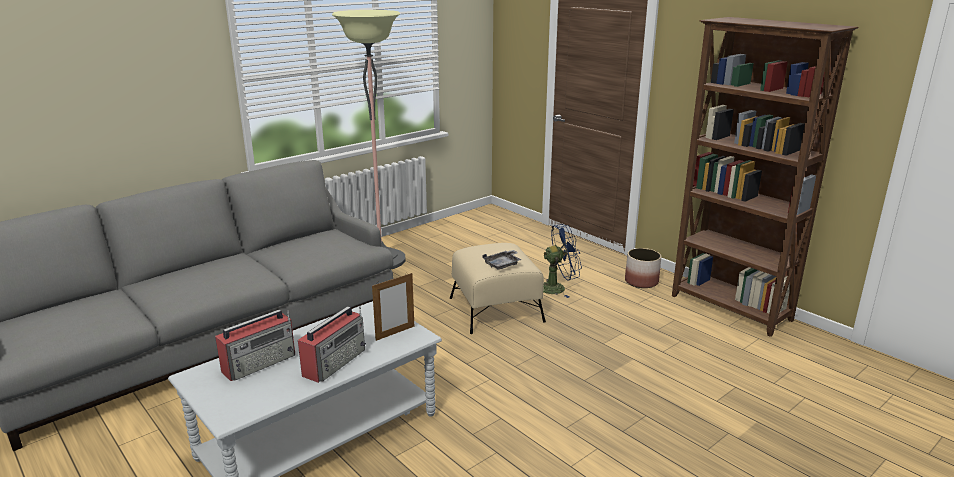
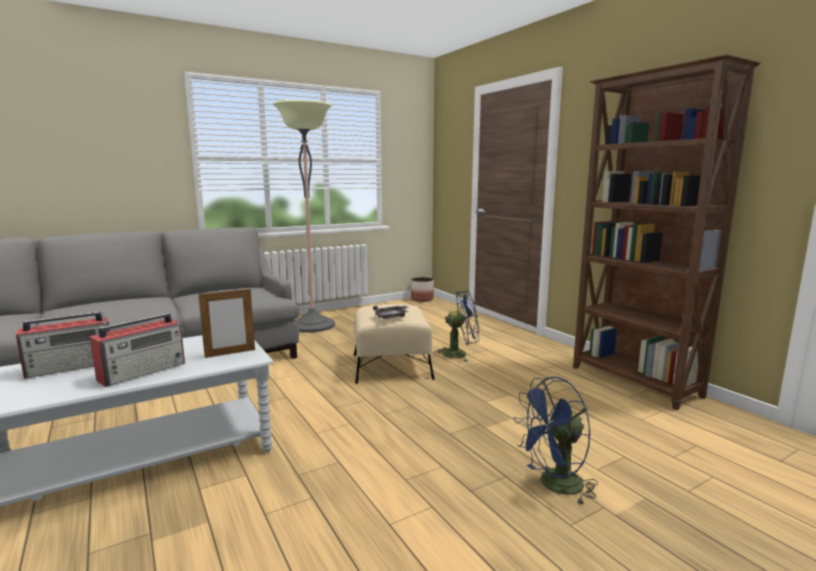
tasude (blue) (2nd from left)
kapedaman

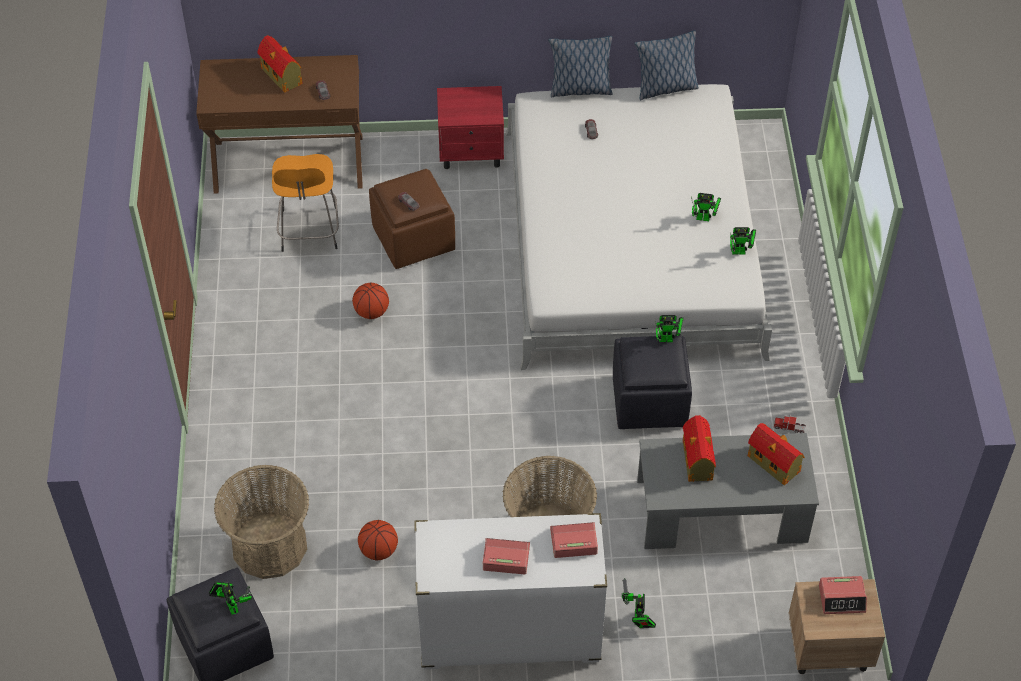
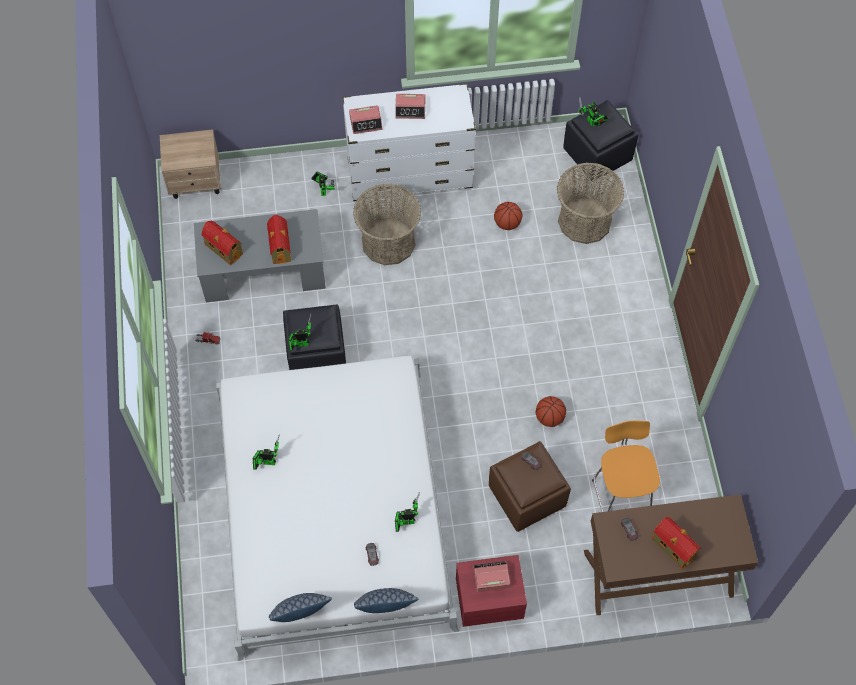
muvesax (4th from left)
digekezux (3rd from left)

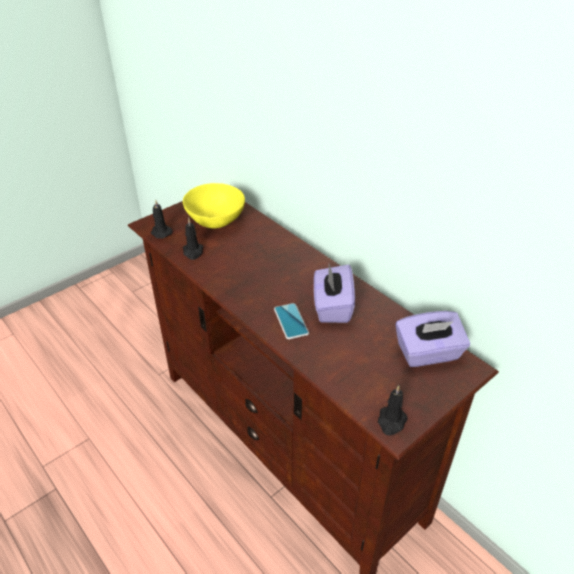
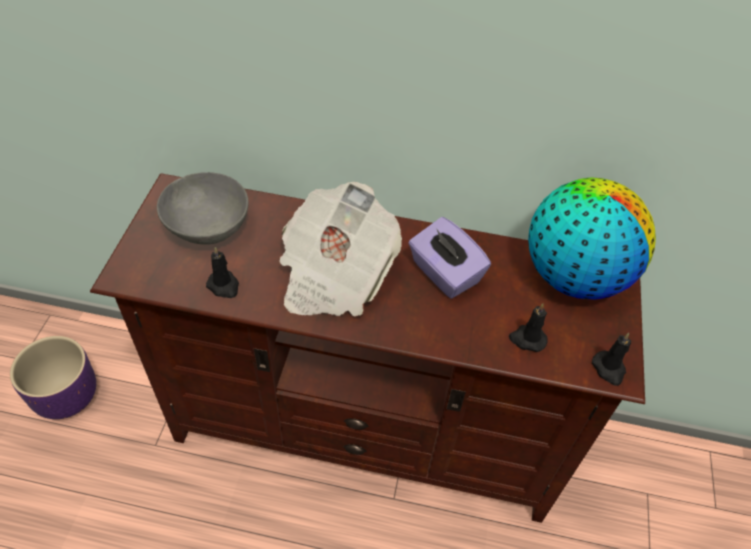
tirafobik
kapedaman (purple)
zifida
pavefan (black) (2nd from left)
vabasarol
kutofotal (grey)

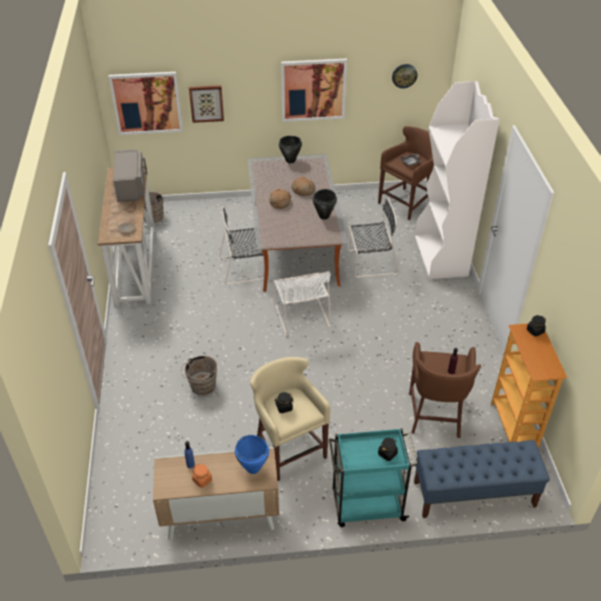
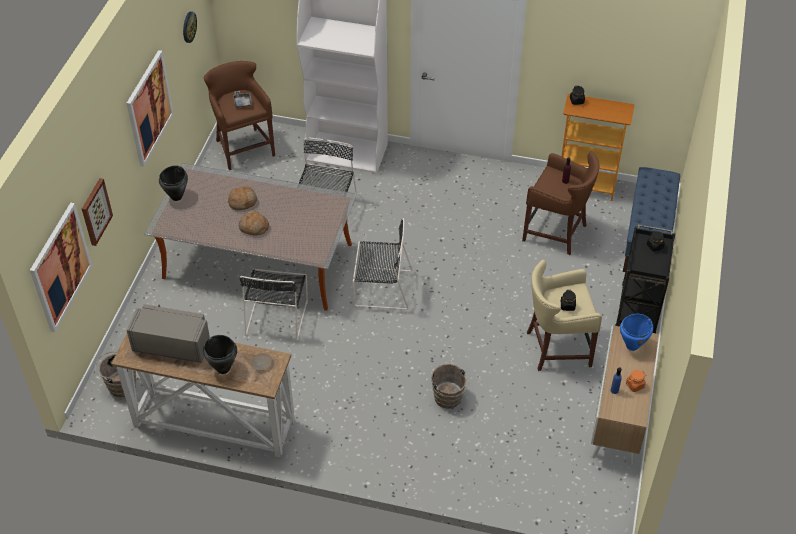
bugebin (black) (2nd from left)
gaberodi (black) (3rd from left)
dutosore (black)

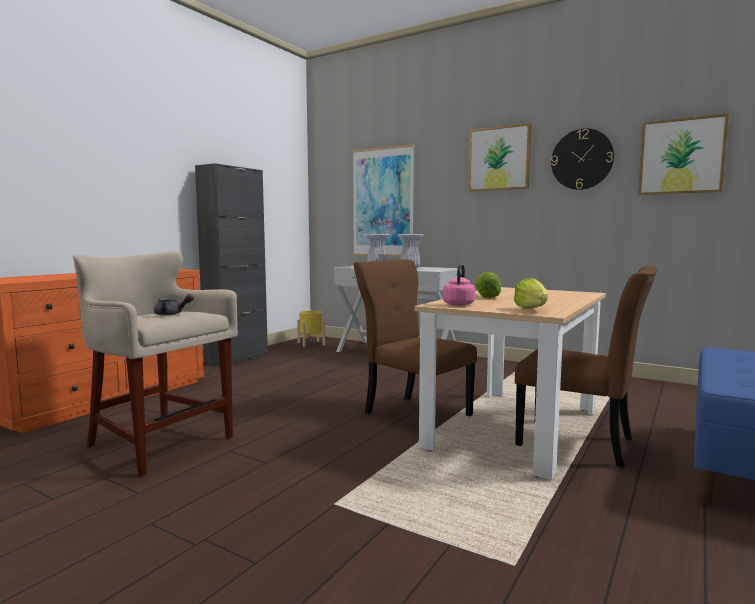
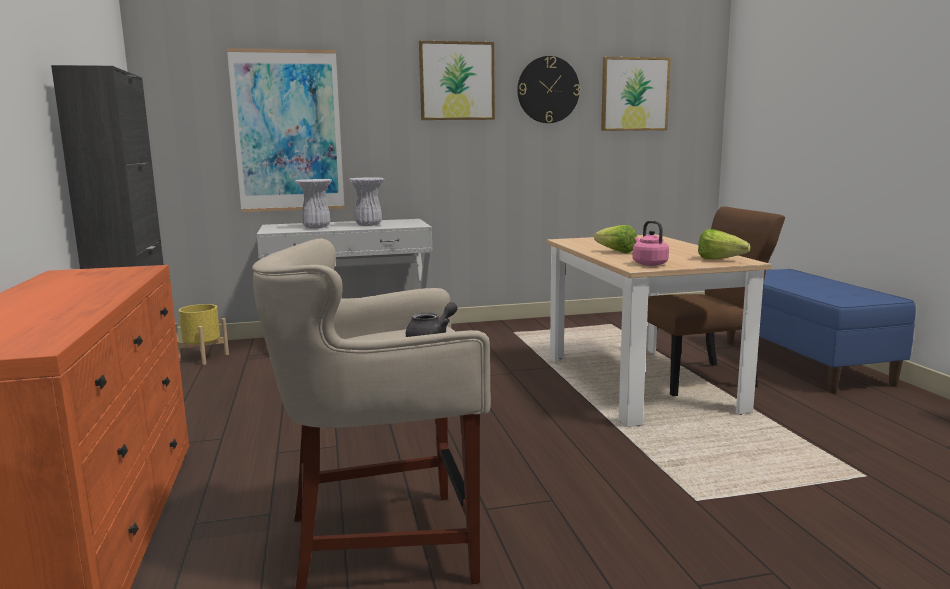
gaberodi (brown) (1st from left in the first image)

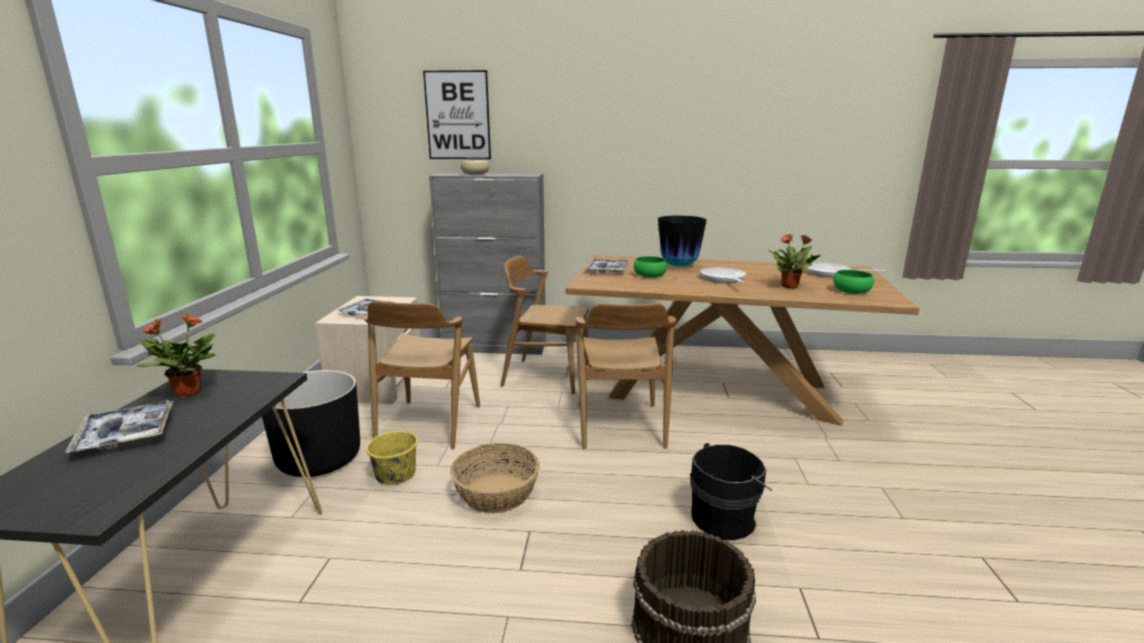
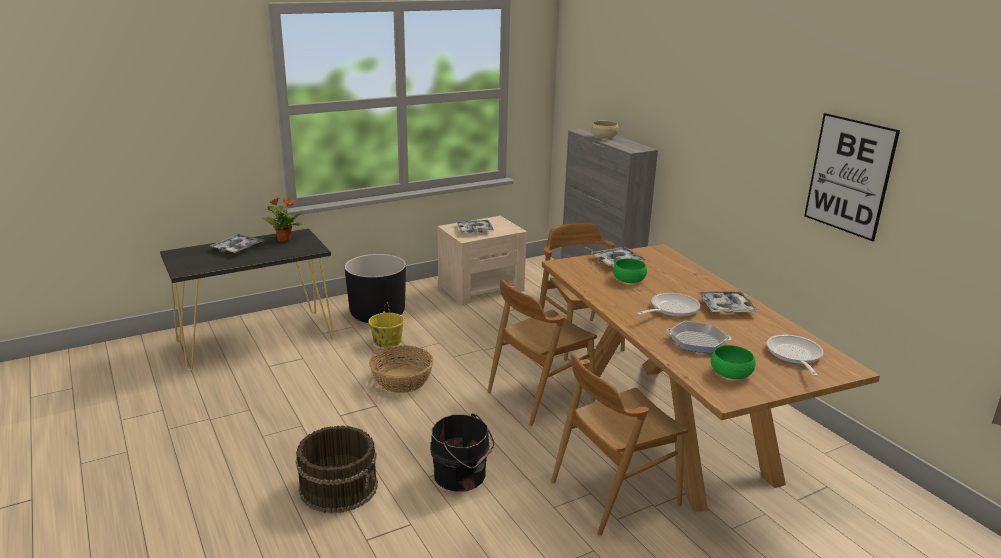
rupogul
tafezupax (4th from left)
gaberodi (brown) (3rd from left)
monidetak
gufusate (2nd from left)

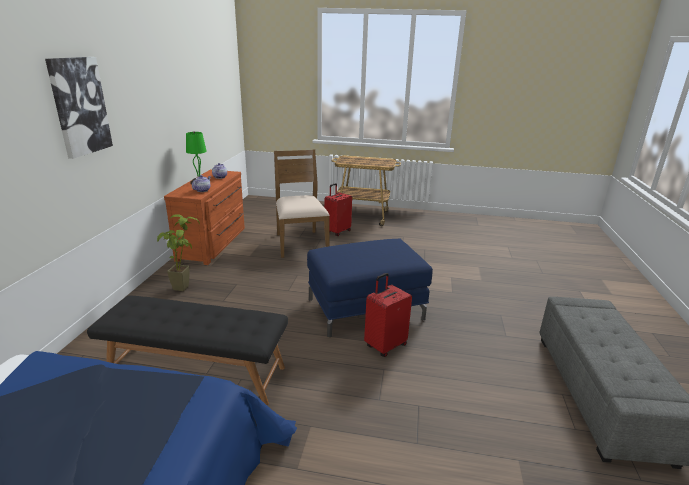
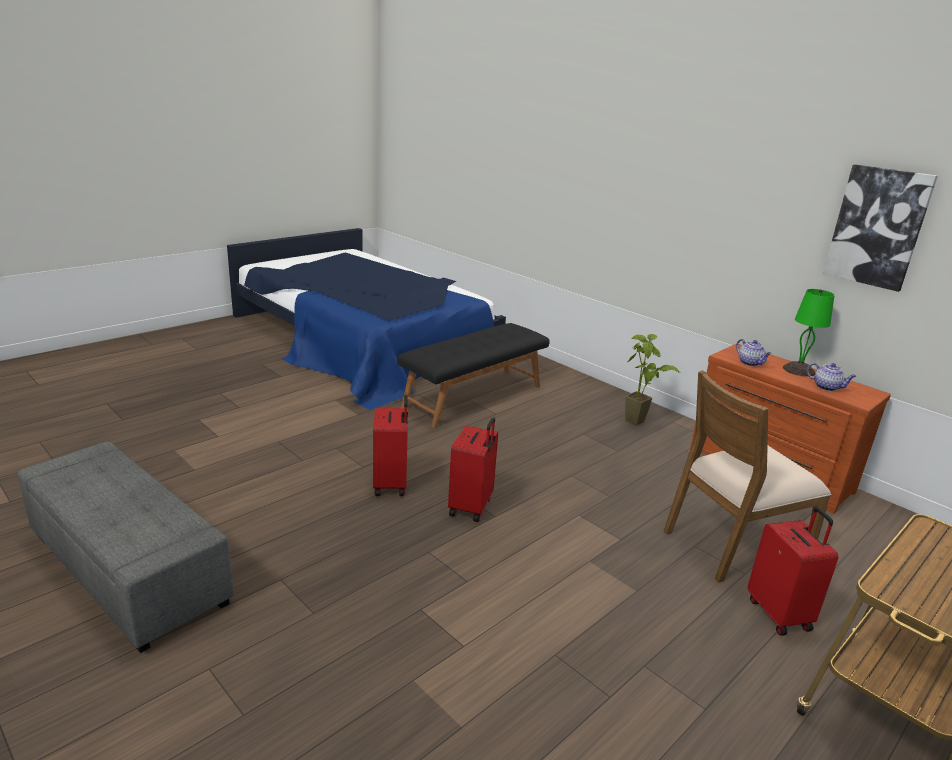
monidetak
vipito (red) (2nd from left)
gaberodi (brown)

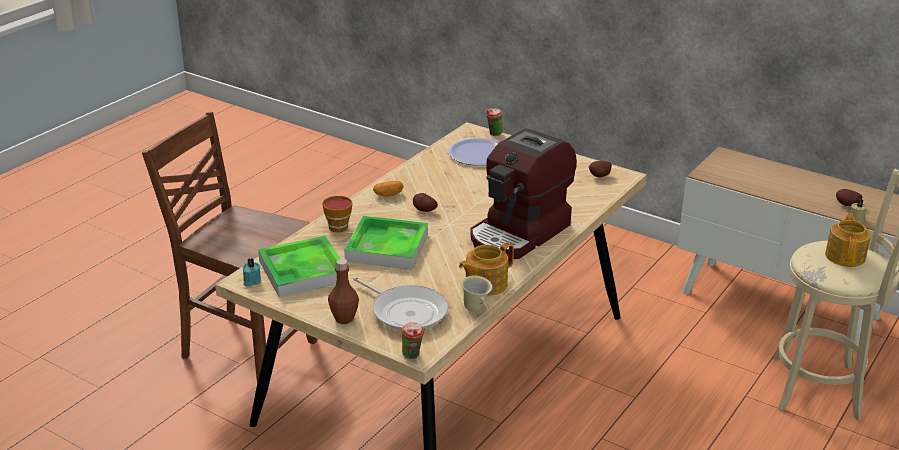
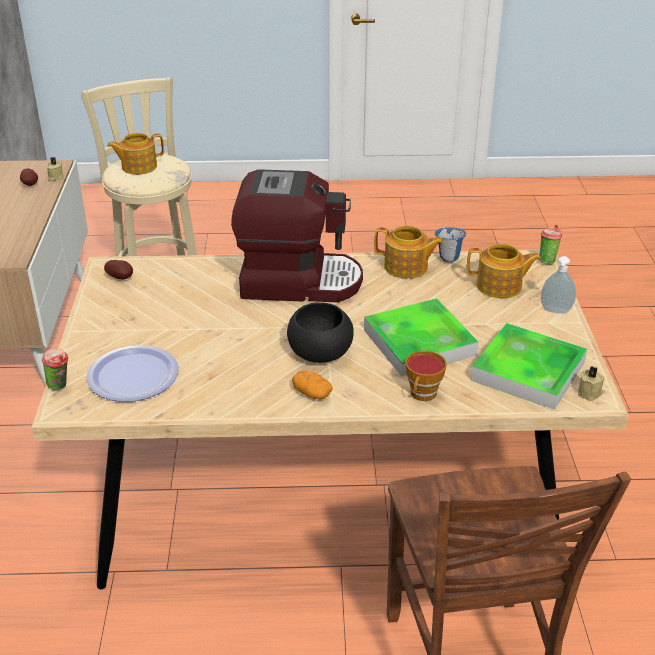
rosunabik
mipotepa (3rd from left)
kutofotal (black)
pavefan (beige) (2nd from left)
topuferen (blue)

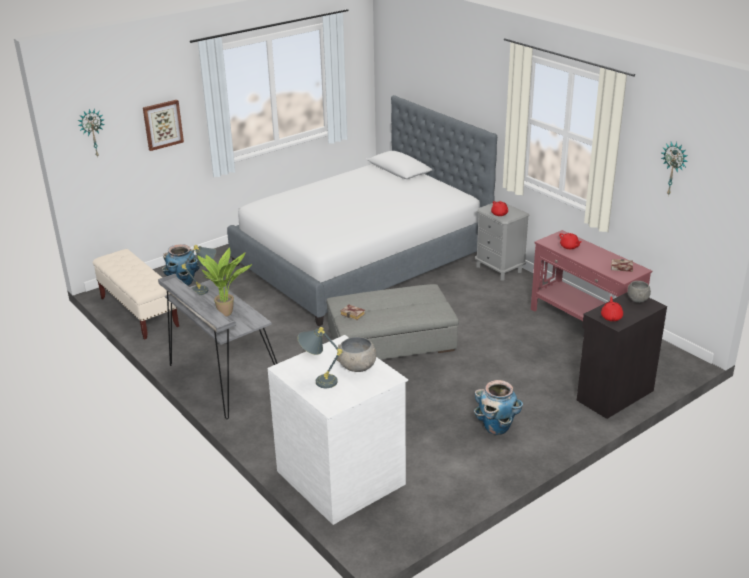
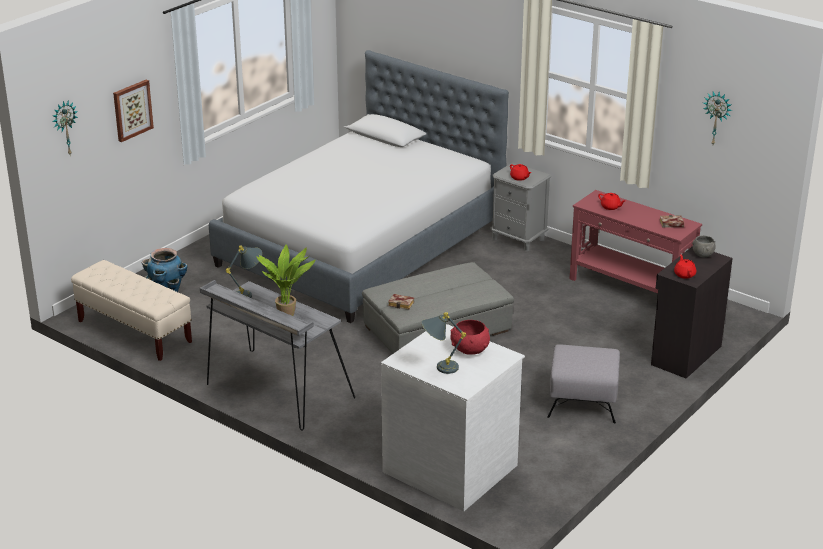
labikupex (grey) (2nd from left)
kutofotal (red)

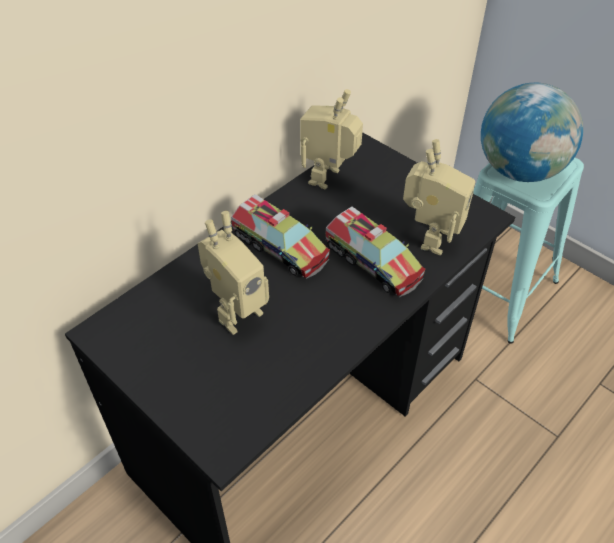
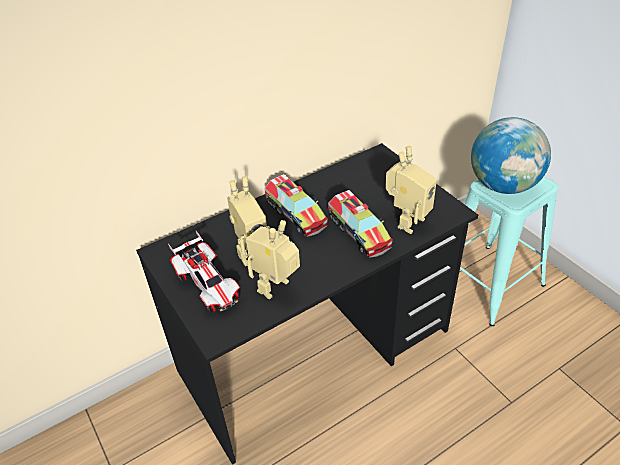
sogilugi
muvesax (2nd from left)

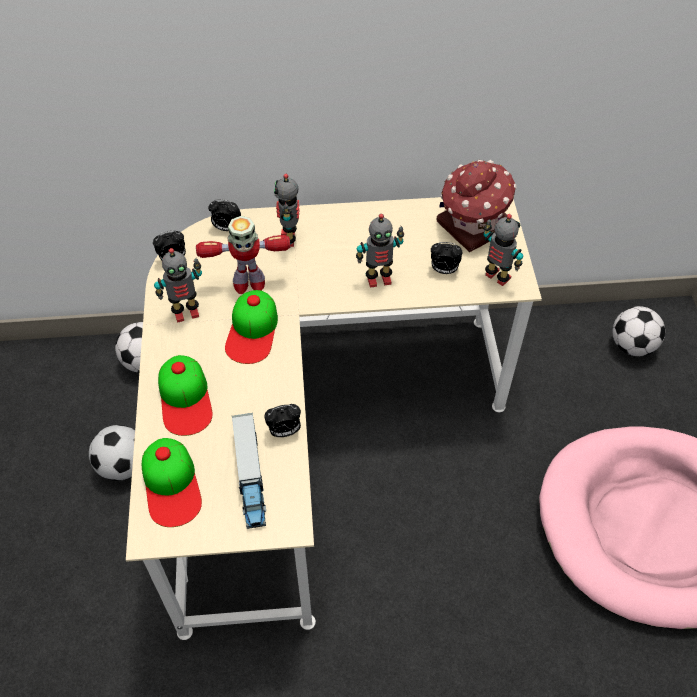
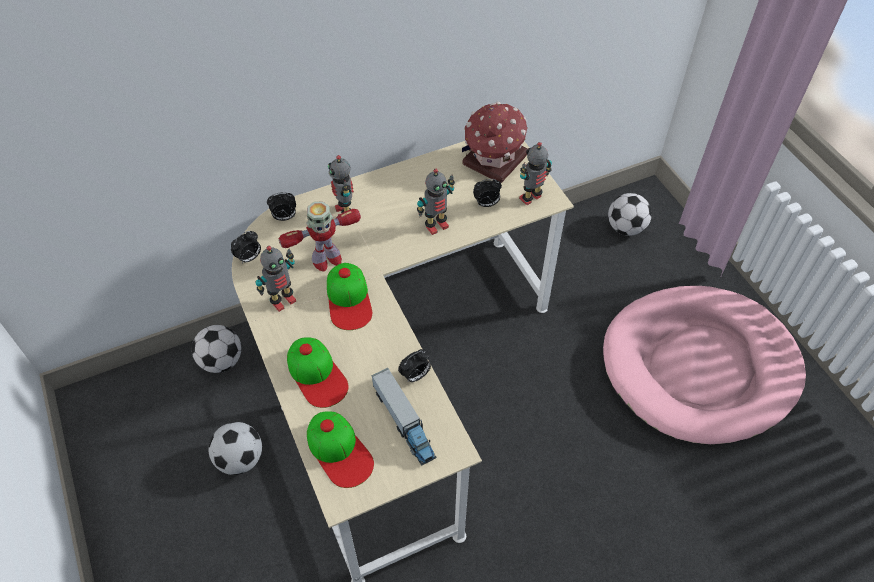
muvesax (5th from left)

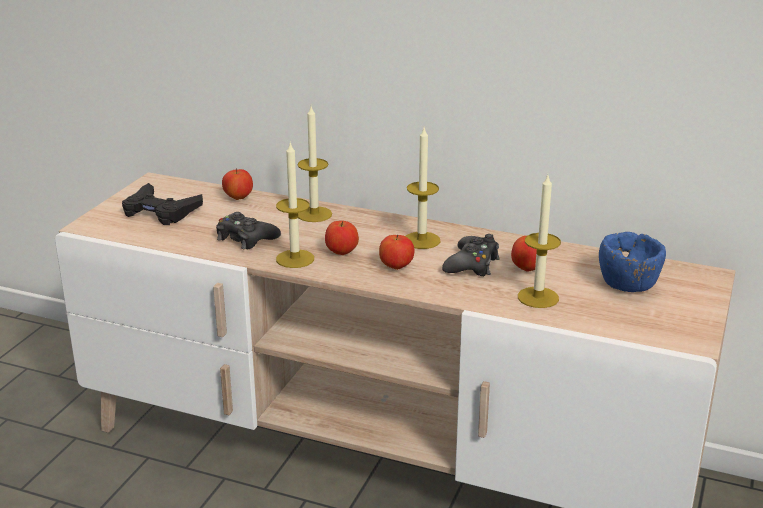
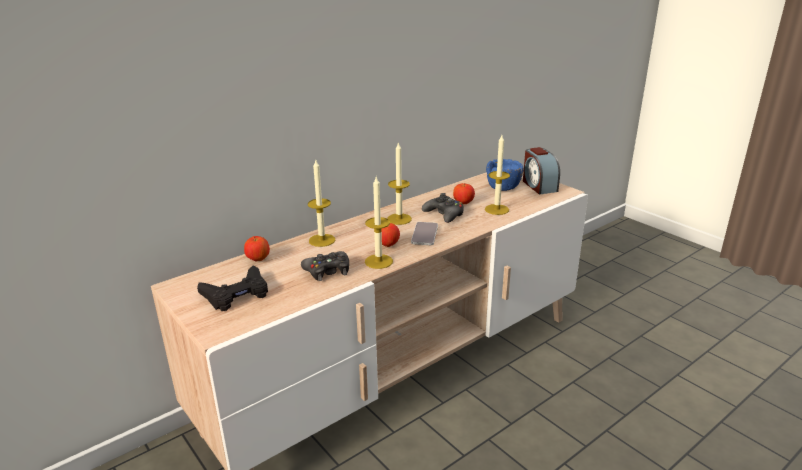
digekezux
tirafobik

